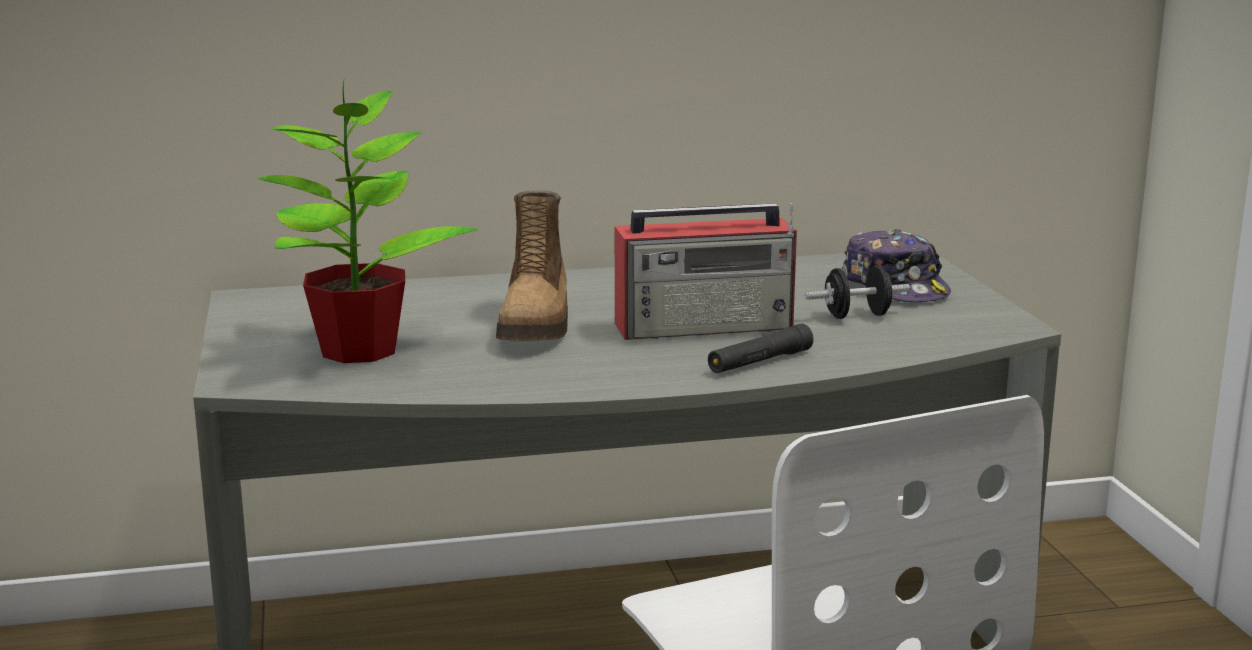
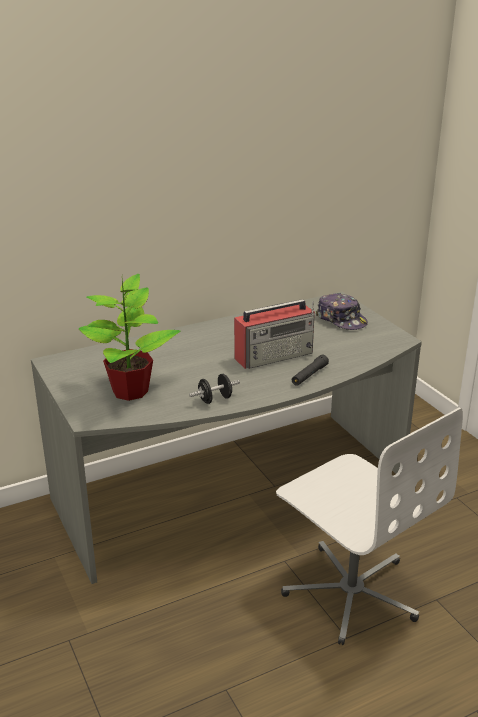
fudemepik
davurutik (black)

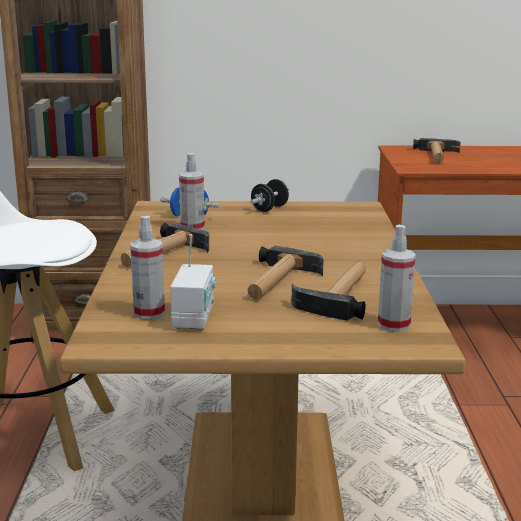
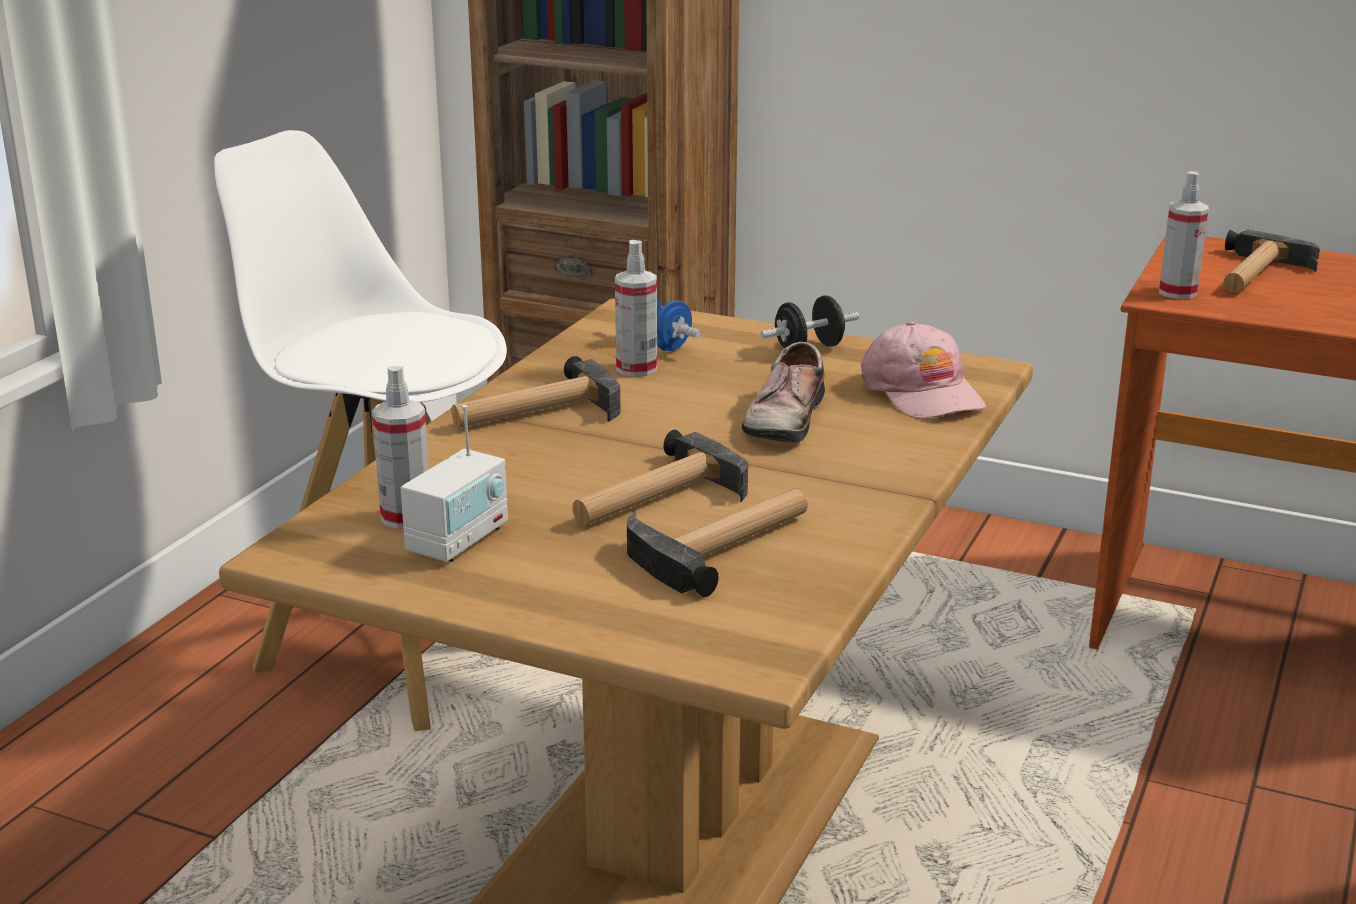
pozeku
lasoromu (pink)
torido (3rd from left)

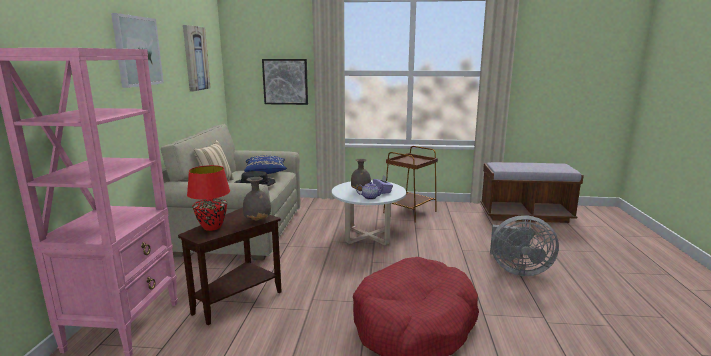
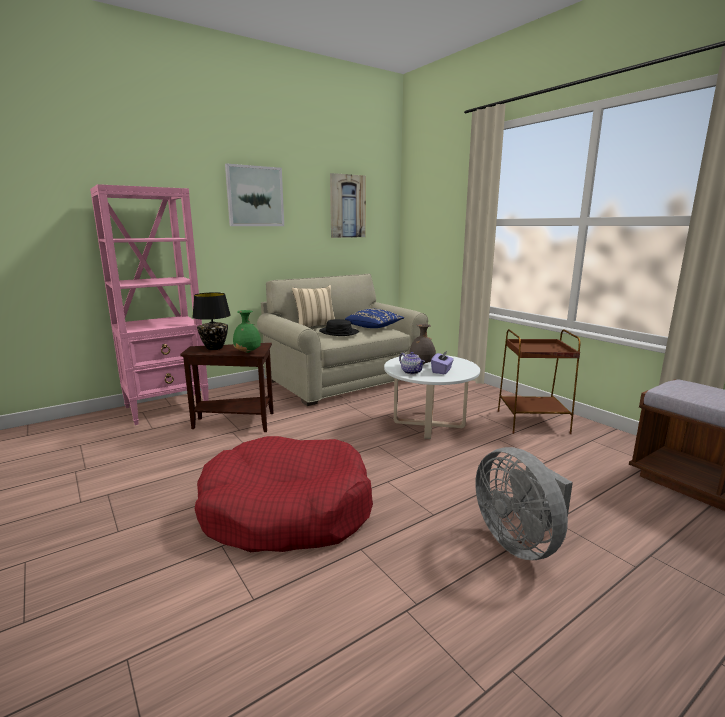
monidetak (3rd from left in the first image)
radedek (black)
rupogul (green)

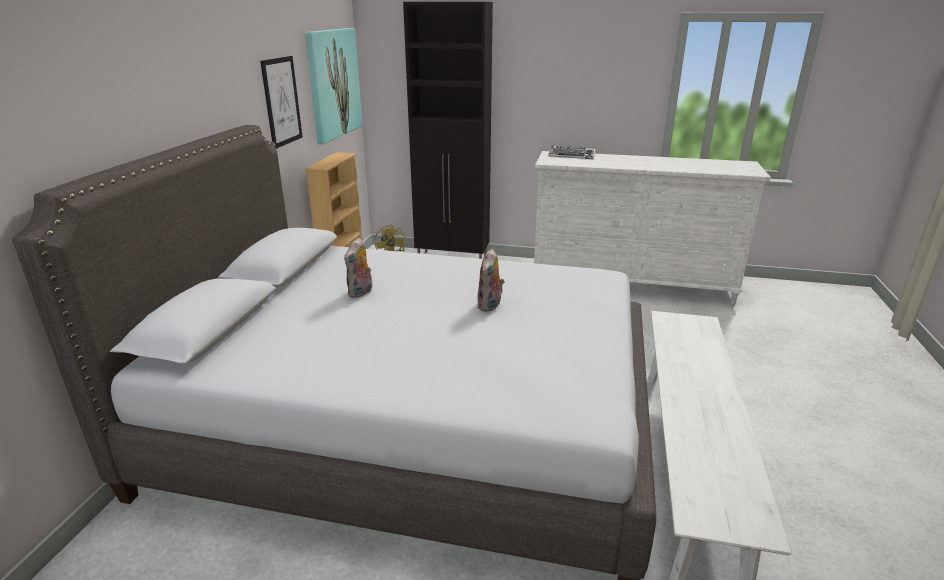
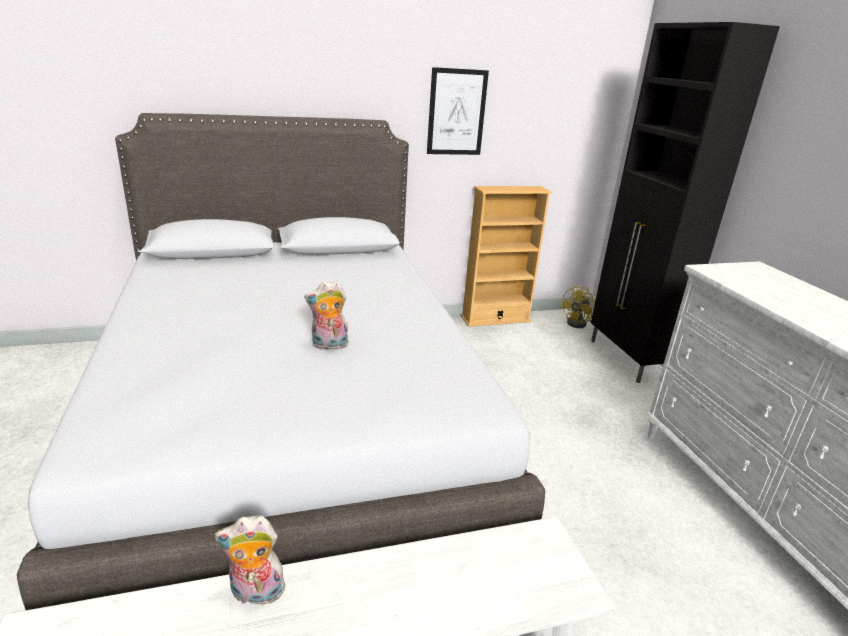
monidetak (2nd from left in the first image)
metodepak
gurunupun (1st from left)

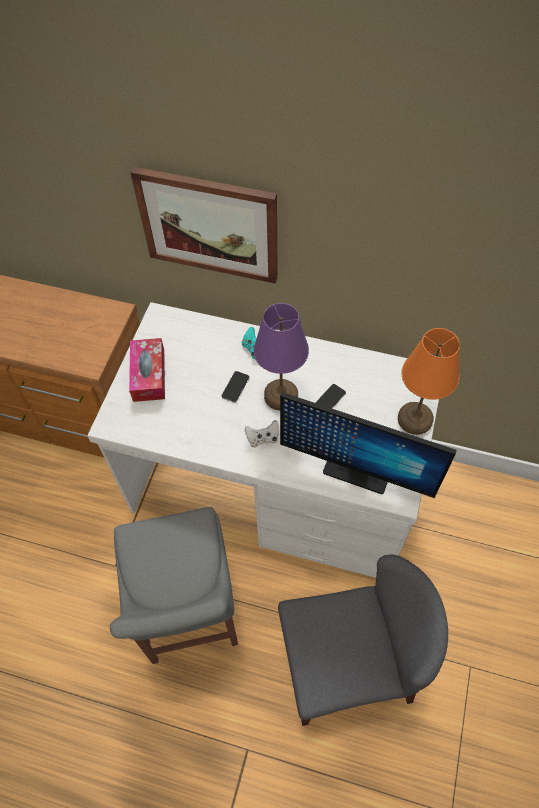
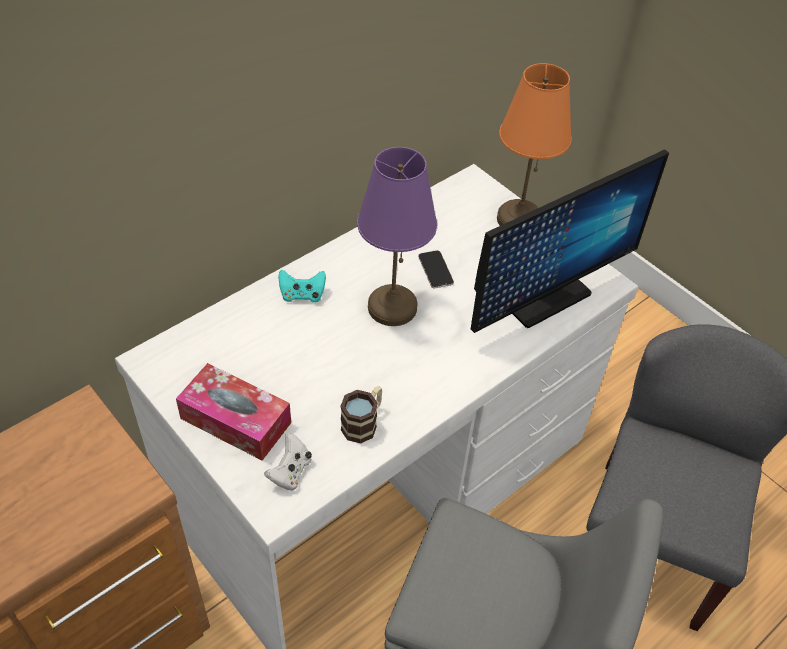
monidetak
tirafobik (1st from left in the first image)
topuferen
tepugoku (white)

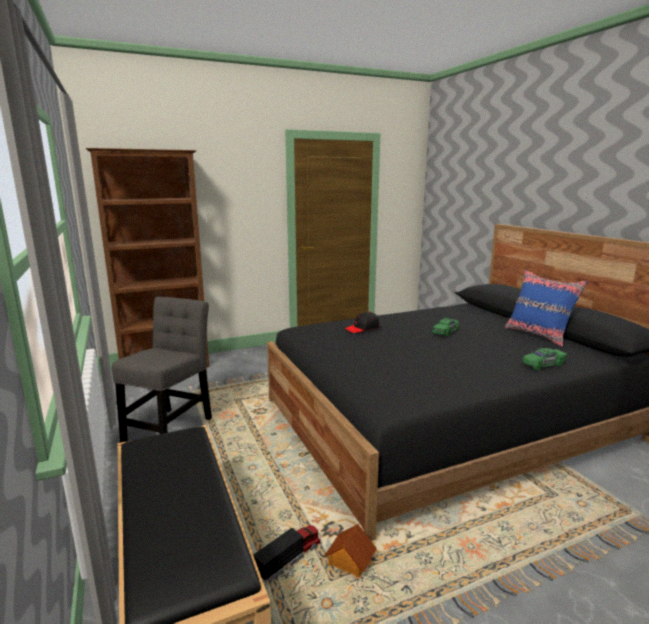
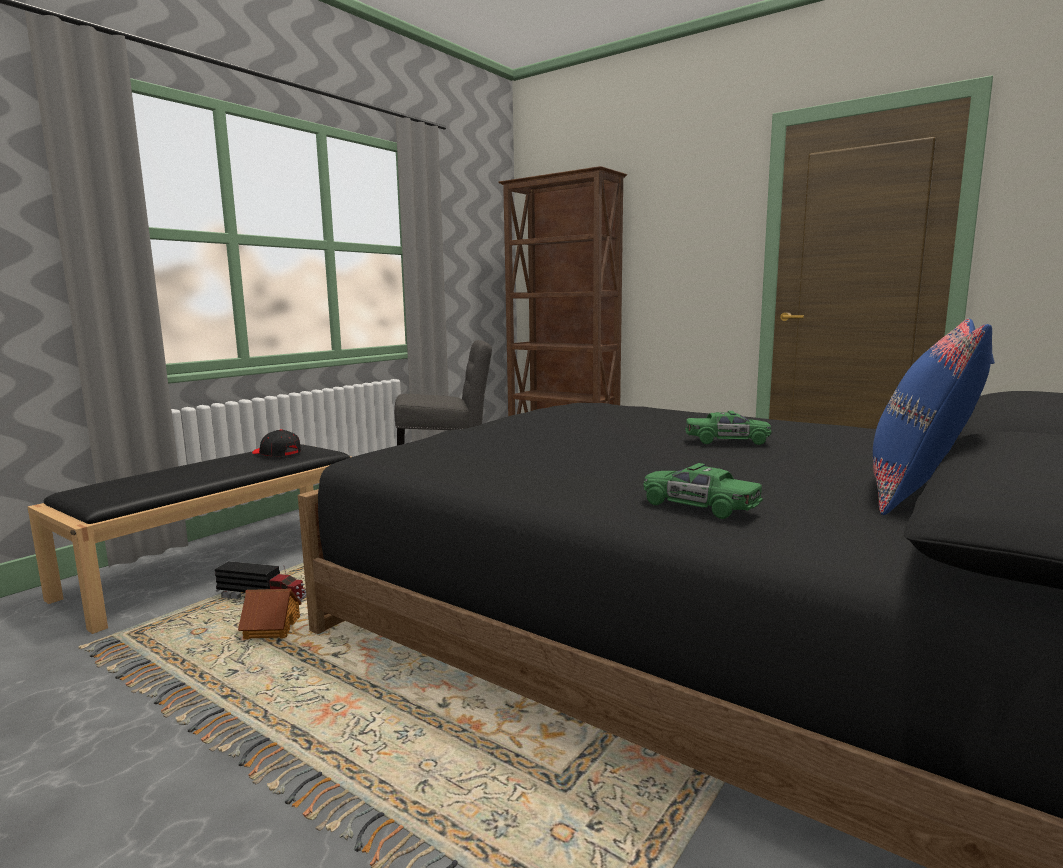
lasoromu (black)

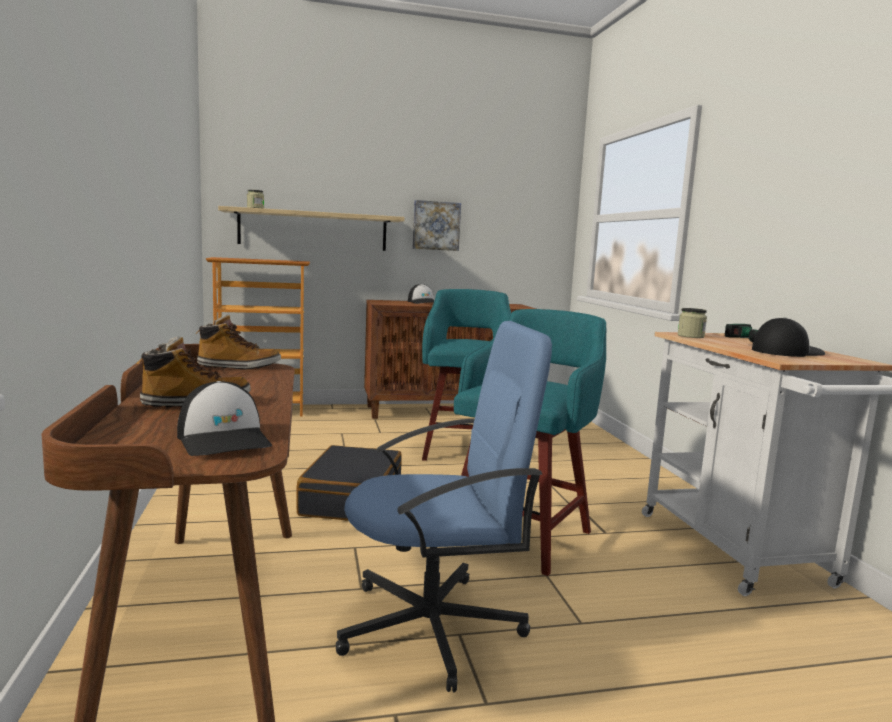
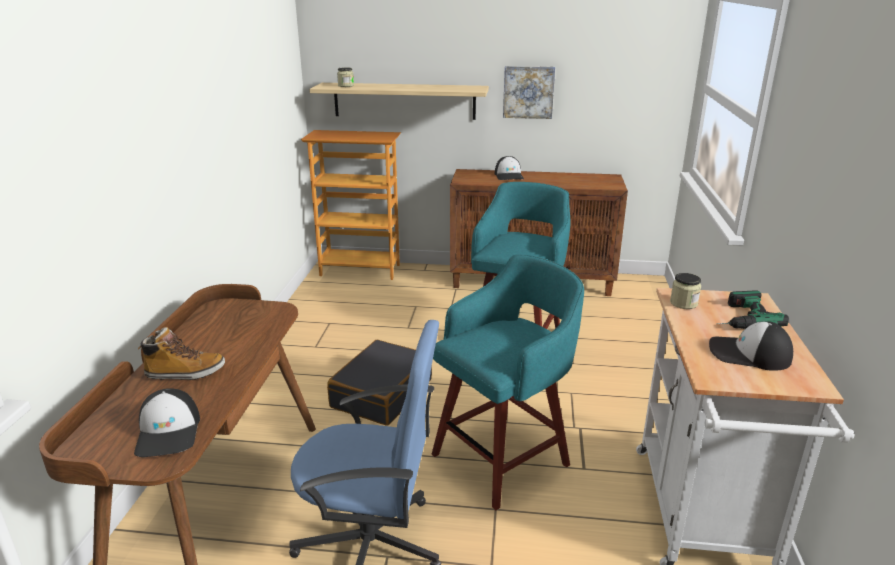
fudemepik (2nd from left in the first image)
lasoromu (3rd from left)

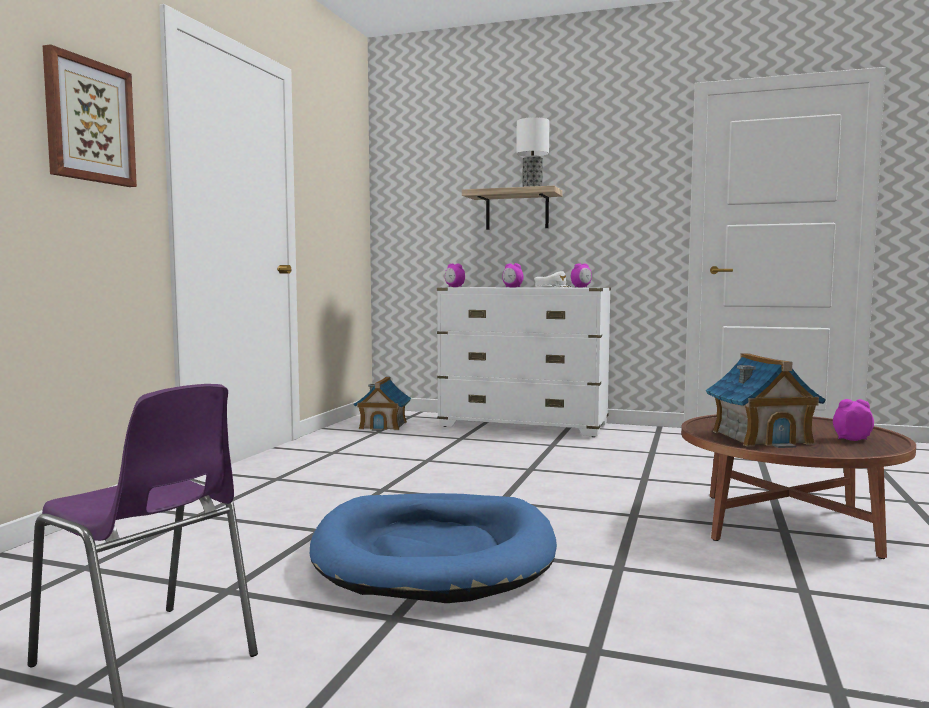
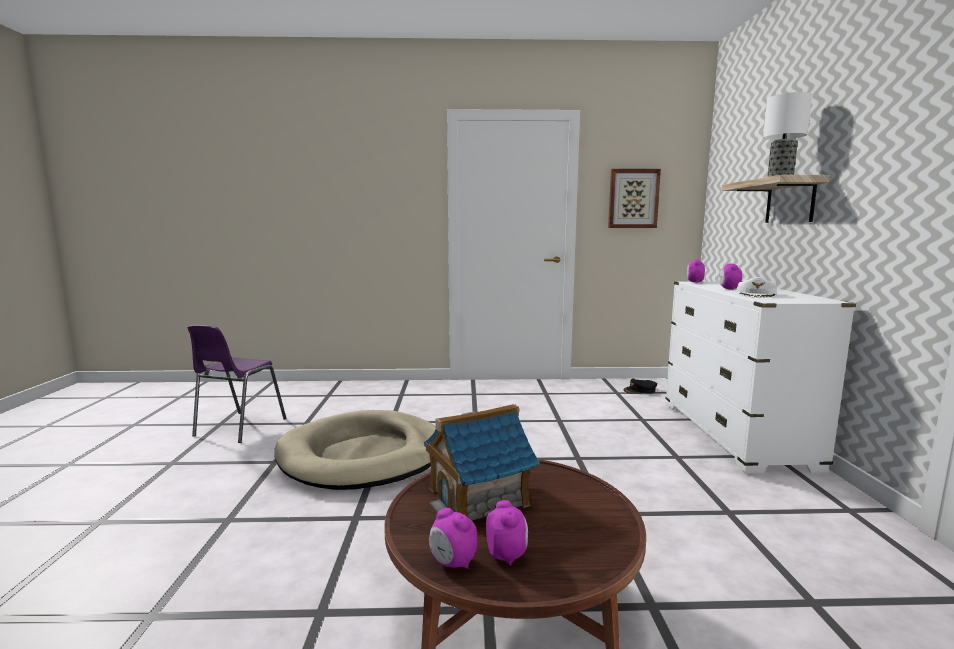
monidetak
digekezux (1st from left)
lasoromu (black)
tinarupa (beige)

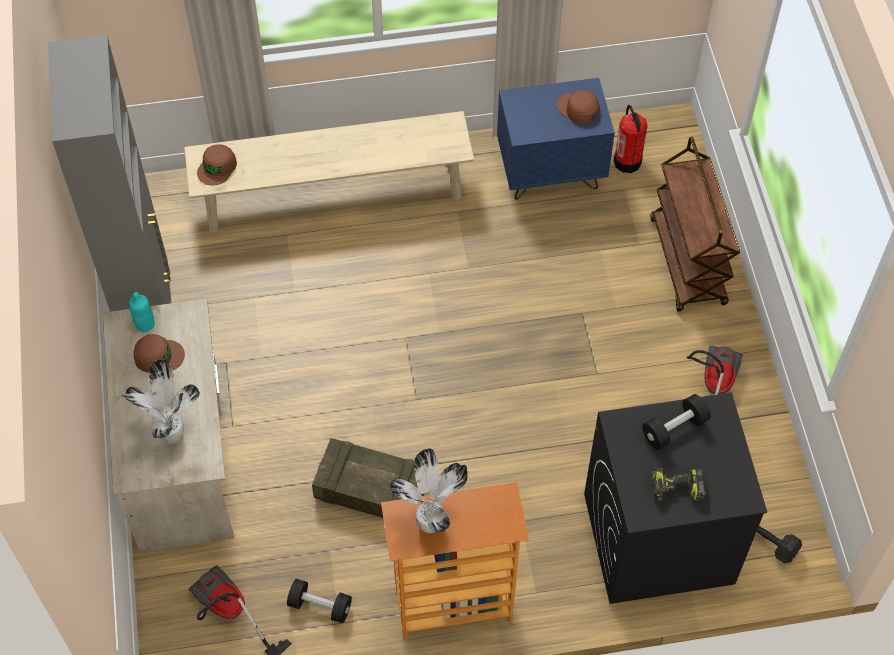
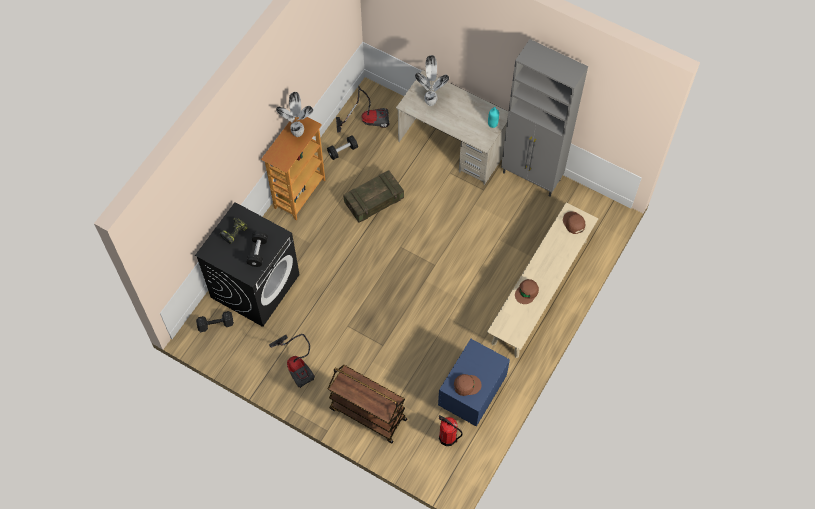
lasoromu (brown) (2nd from left)

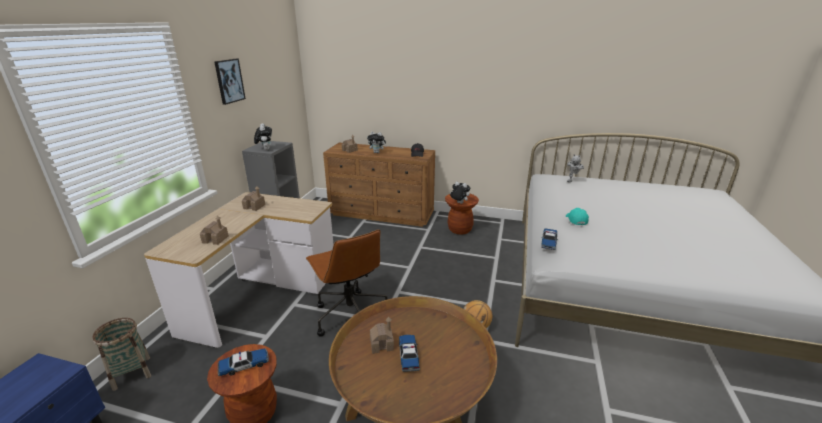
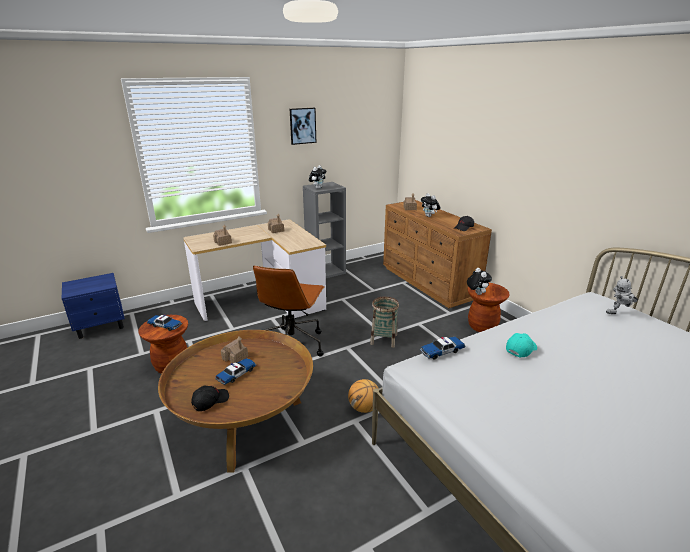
lasoromu (black) (1st from left)
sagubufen

